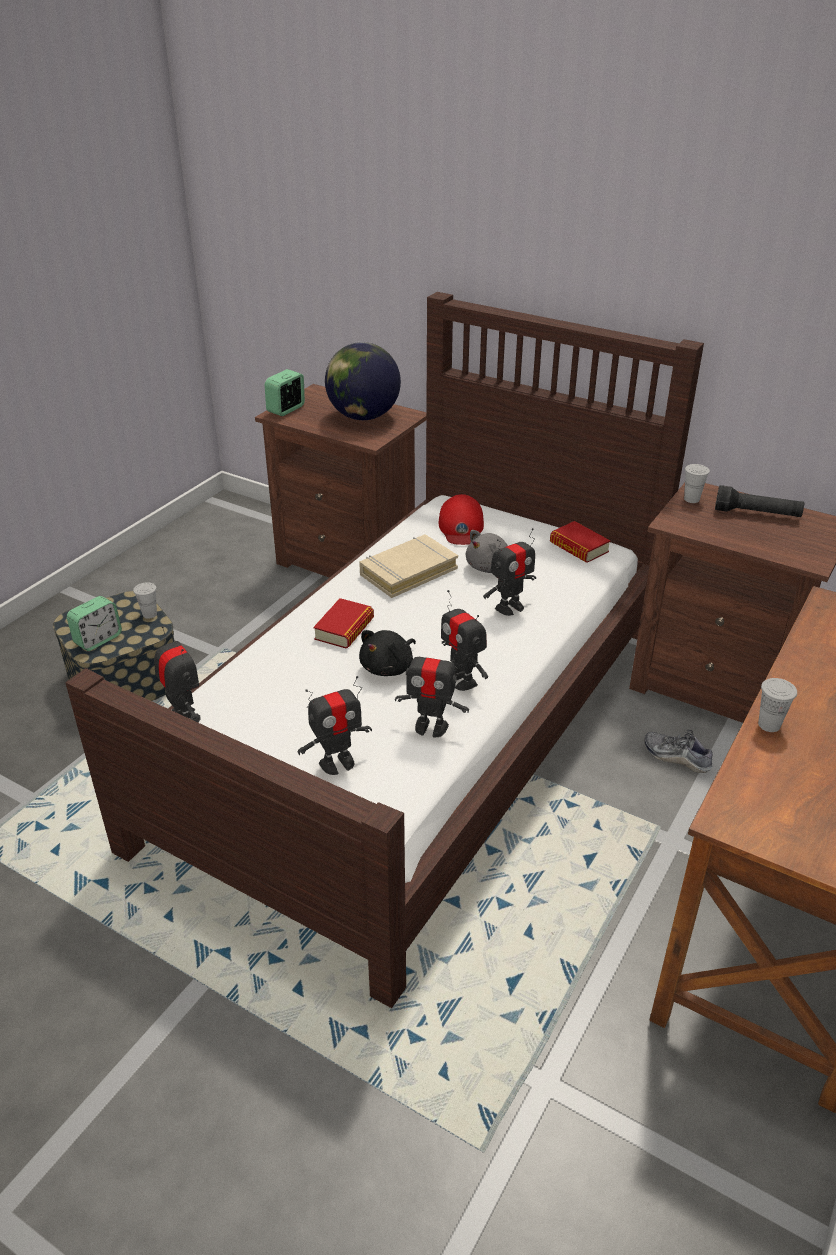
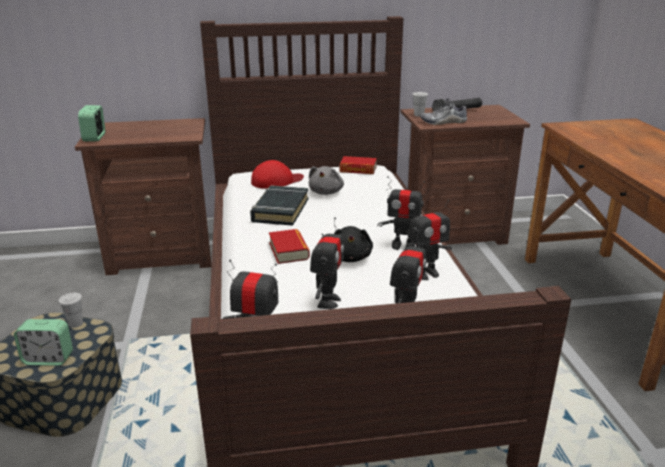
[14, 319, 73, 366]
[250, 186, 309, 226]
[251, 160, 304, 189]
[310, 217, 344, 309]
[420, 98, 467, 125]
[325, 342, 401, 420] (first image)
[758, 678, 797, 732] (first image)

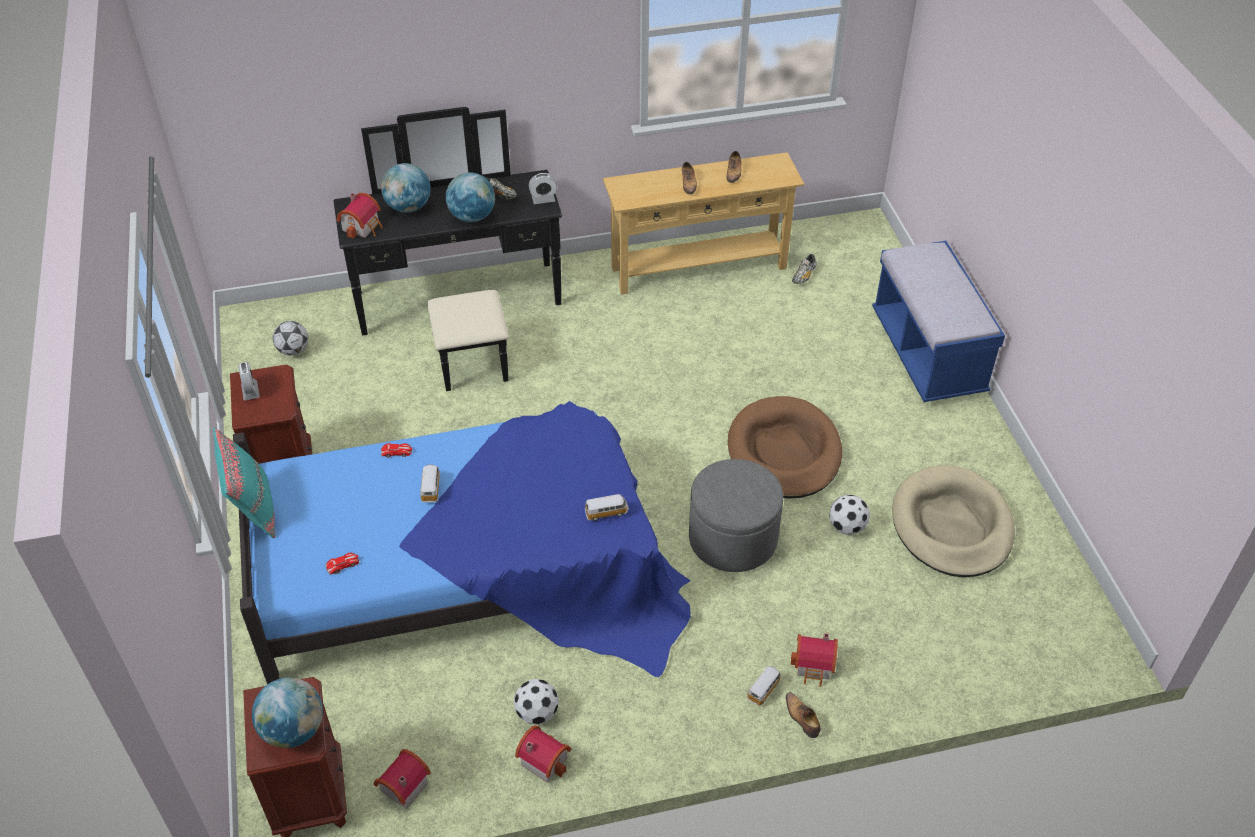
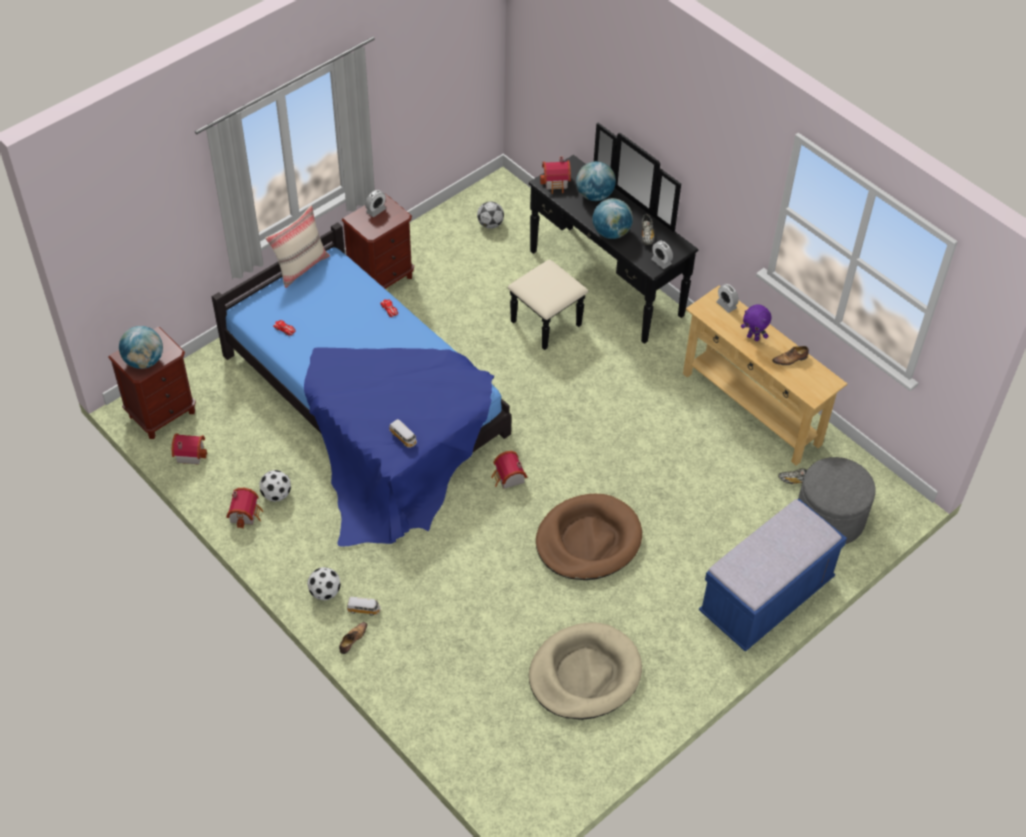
[265, 205, 330, 288]
[307, 567, 341, 600]
[491, 451, 527, 489]
[716, 284, 739, 313]
[741, 304, 772, 341]
[798, 457, 876, 544]
[420, 465, 440, 502] (first image)

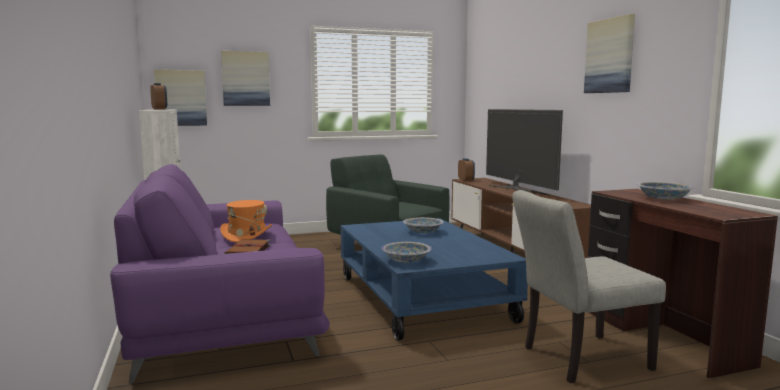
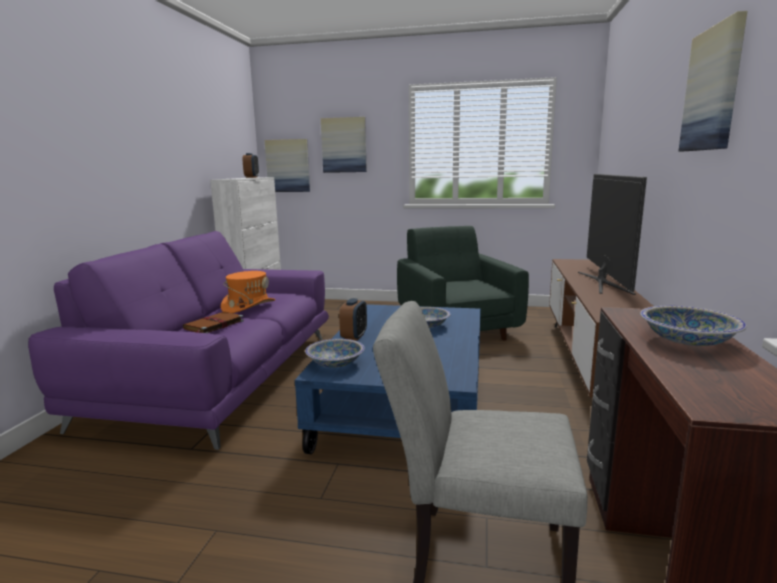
[339, 298, 367, 341]

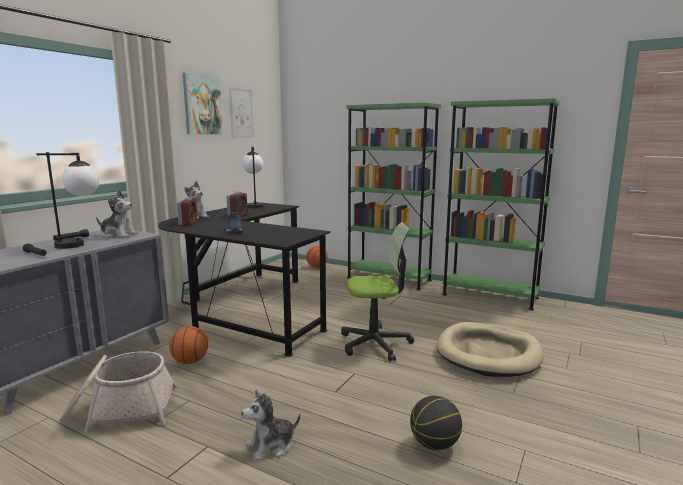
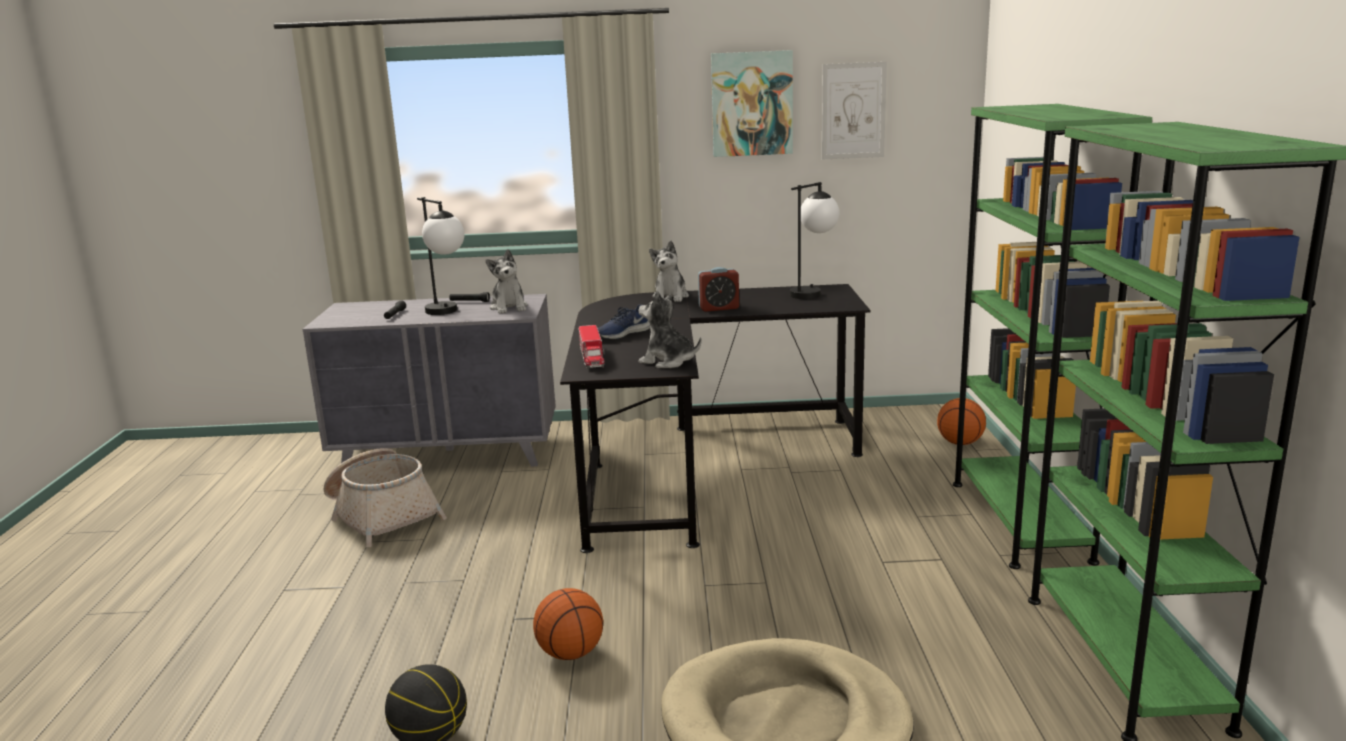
[533, 588, 603, 660]
[579, 325, 605, 369]
[638, 291, 702, 368]
[177, 197, 197, 225] (first image)
[341, 222, 414, 361] (first image)

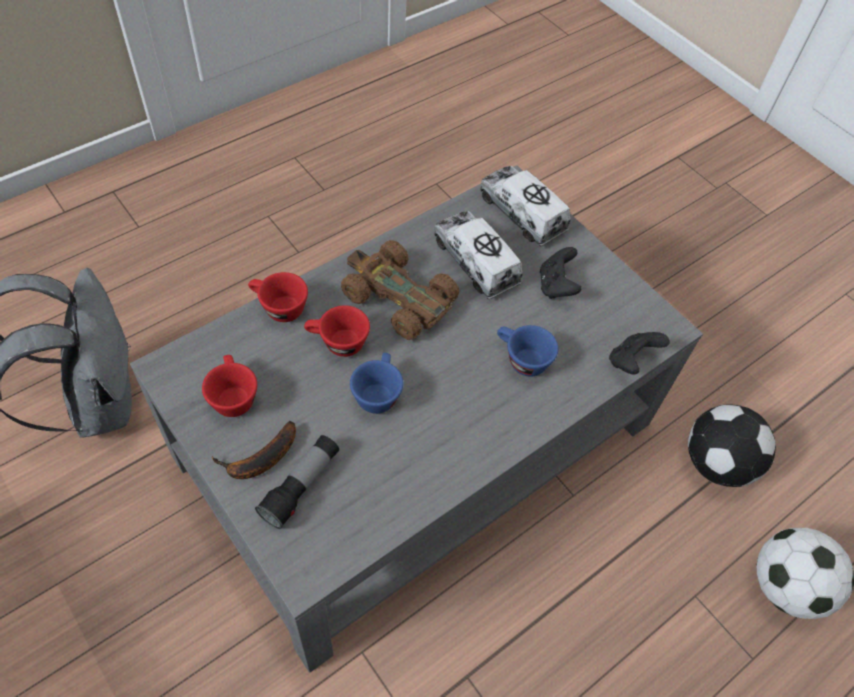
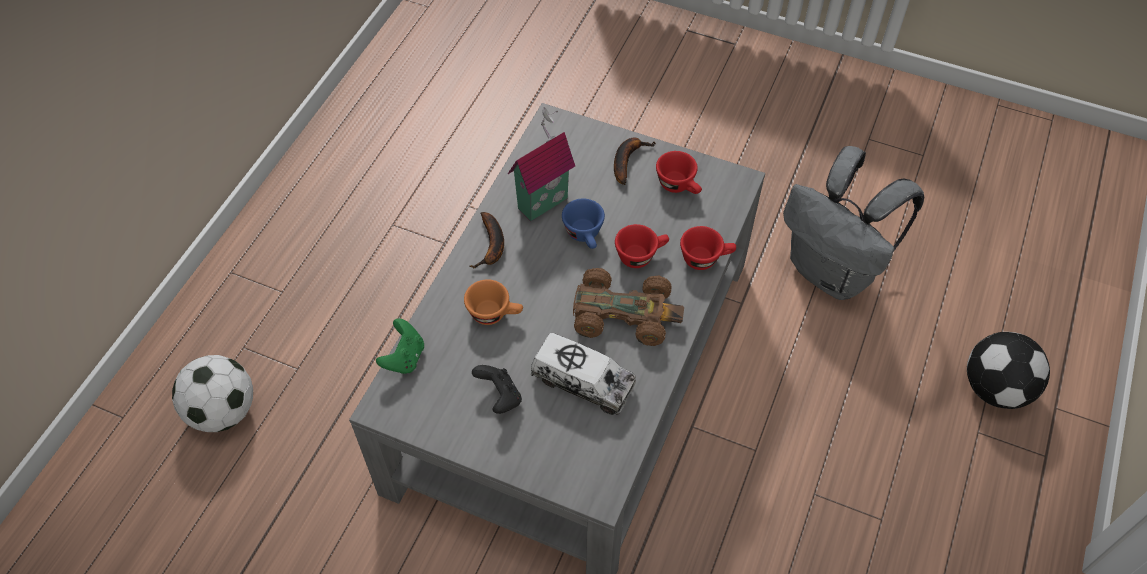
[376, 318, 424, 374]
[464, 279, 523, 325]
[469, 212, 504, 268]
[508, 107, 575, 221]
[967, 332, 1050, 409]
[255, 435, 339, 529] (first image)
[480, 166, 571, 246] (first image)

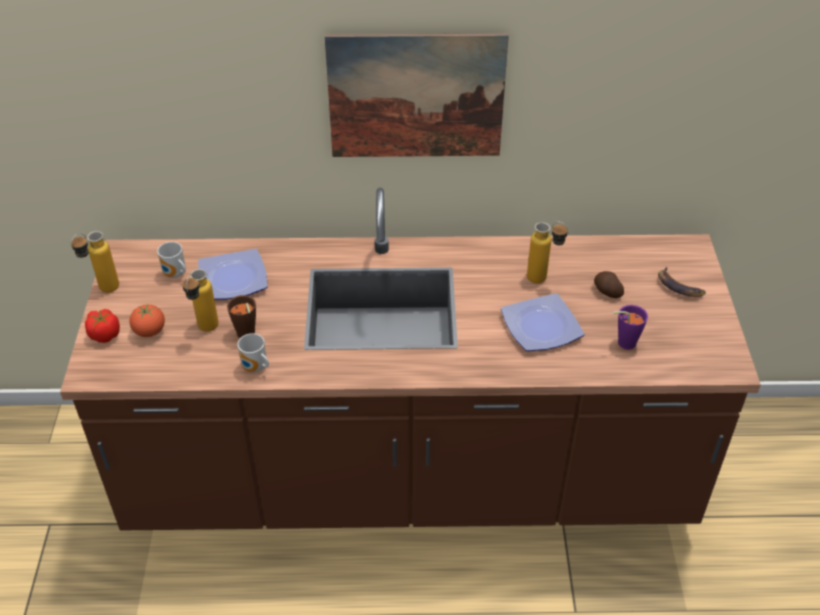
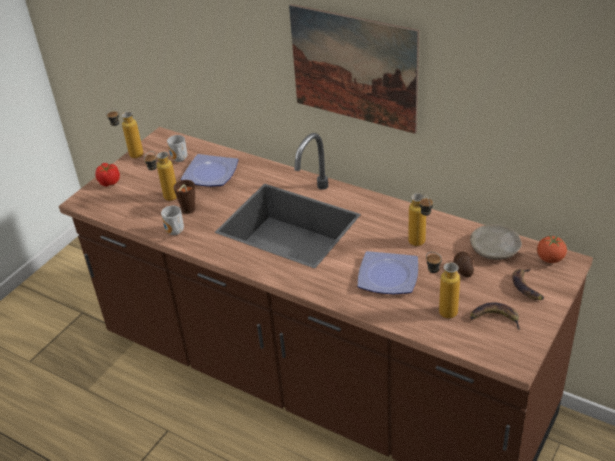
[426, 252, 460, 319]
[470, 224, 522, 260]
[470, 302, 520, 330]
[537, 236, 567, 263]

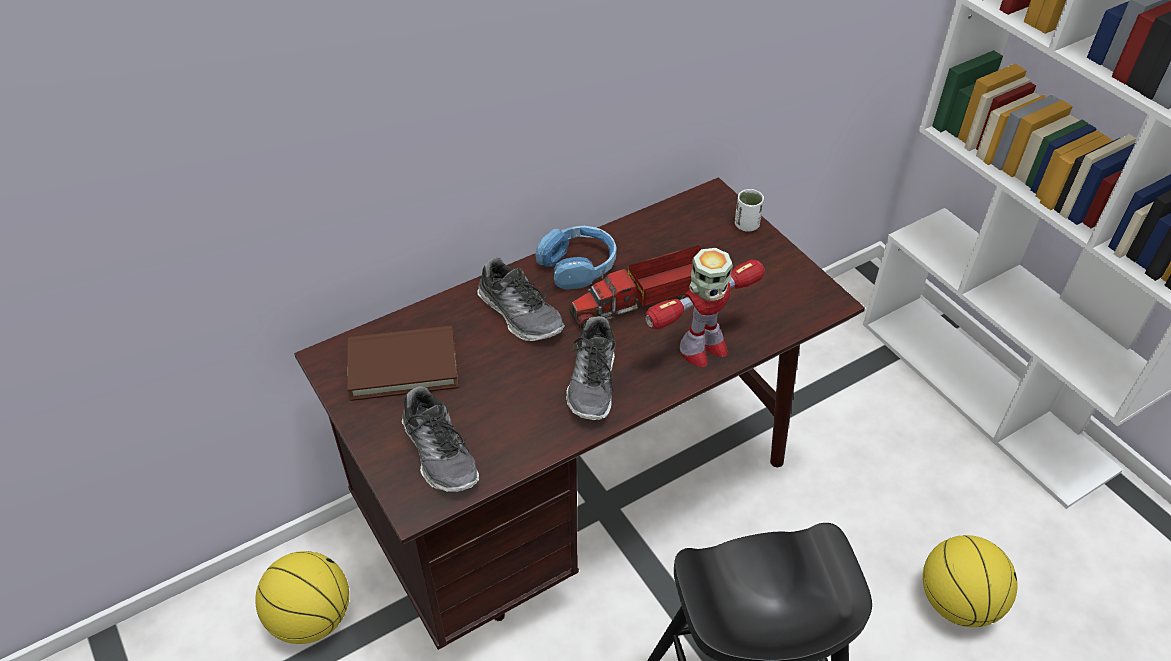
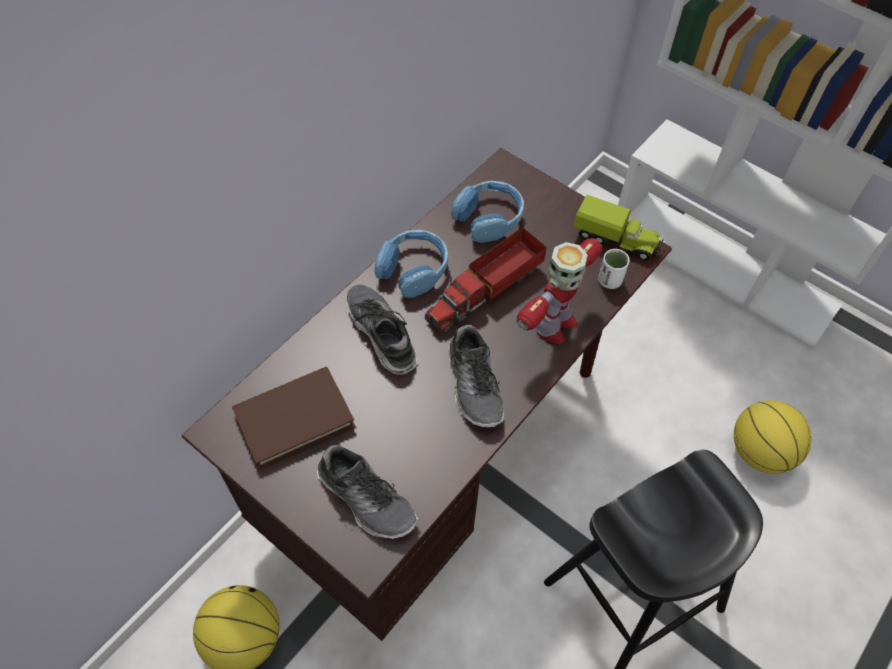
[346, 285, 417, 375]
[451, 181, 524, 243]
[573, 194, 664, 261]
[598, 249, 630, 289]

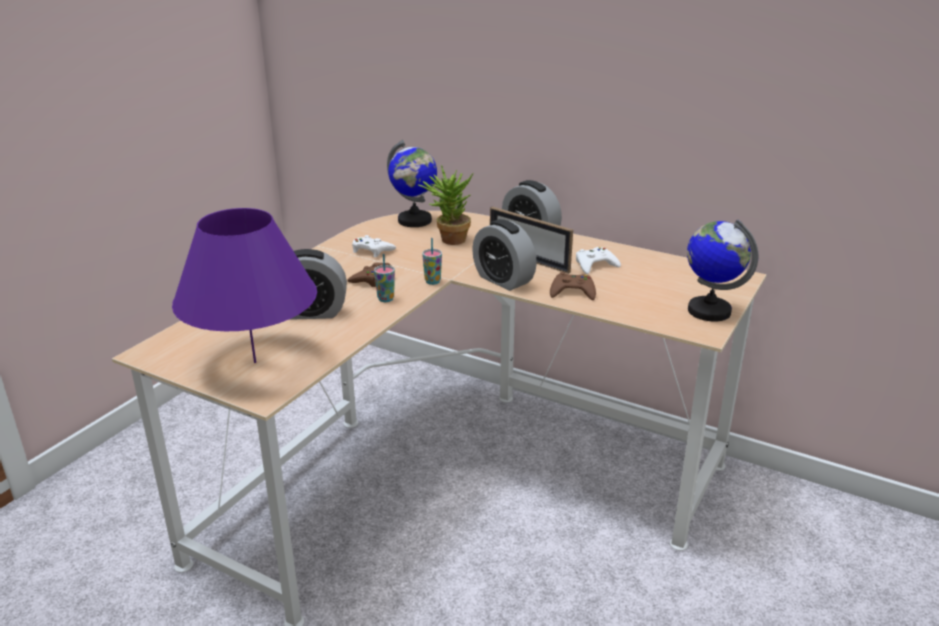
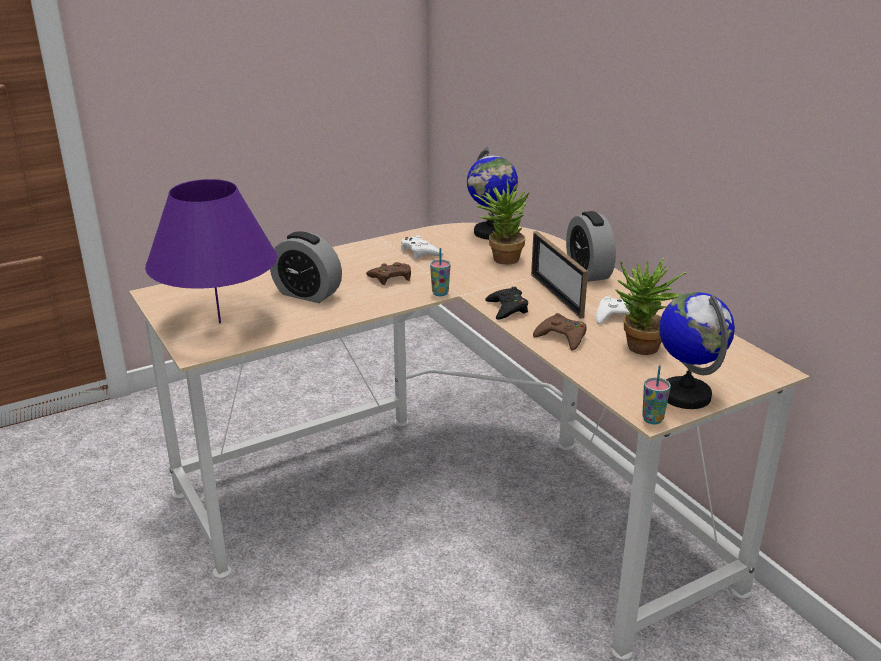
[485, 287, 528, 320]
[615, 257, 688, 355]
[642, 365, 671, 424]

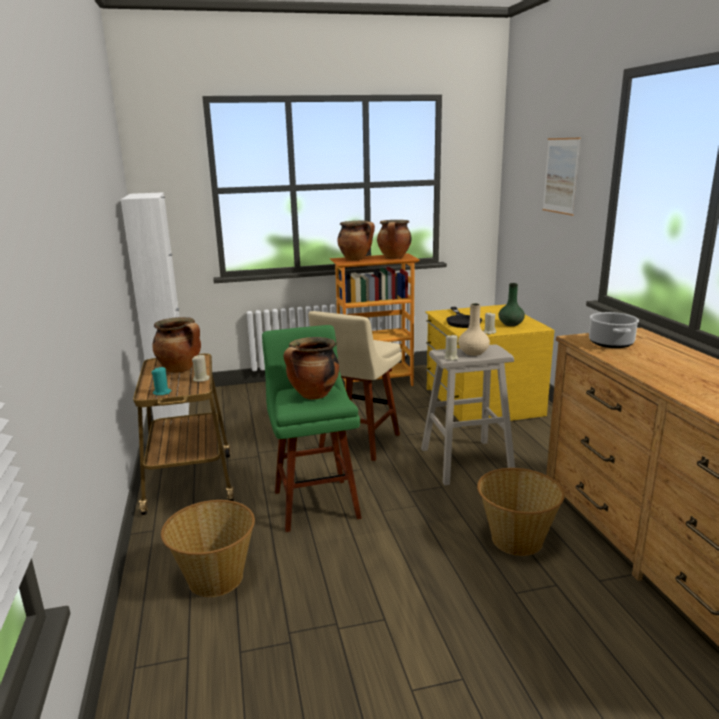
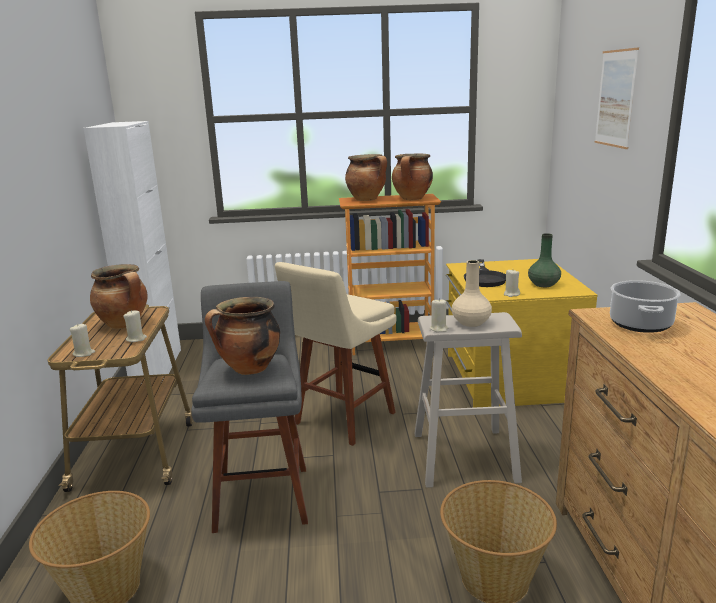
[70, 323, 95, 357]
[191, 281, 308, 533]

